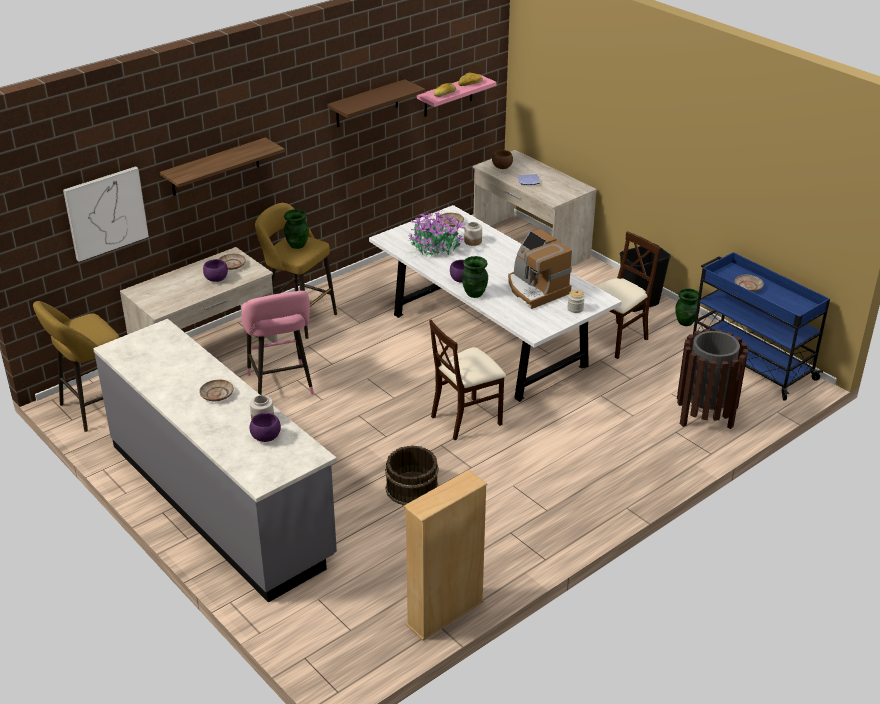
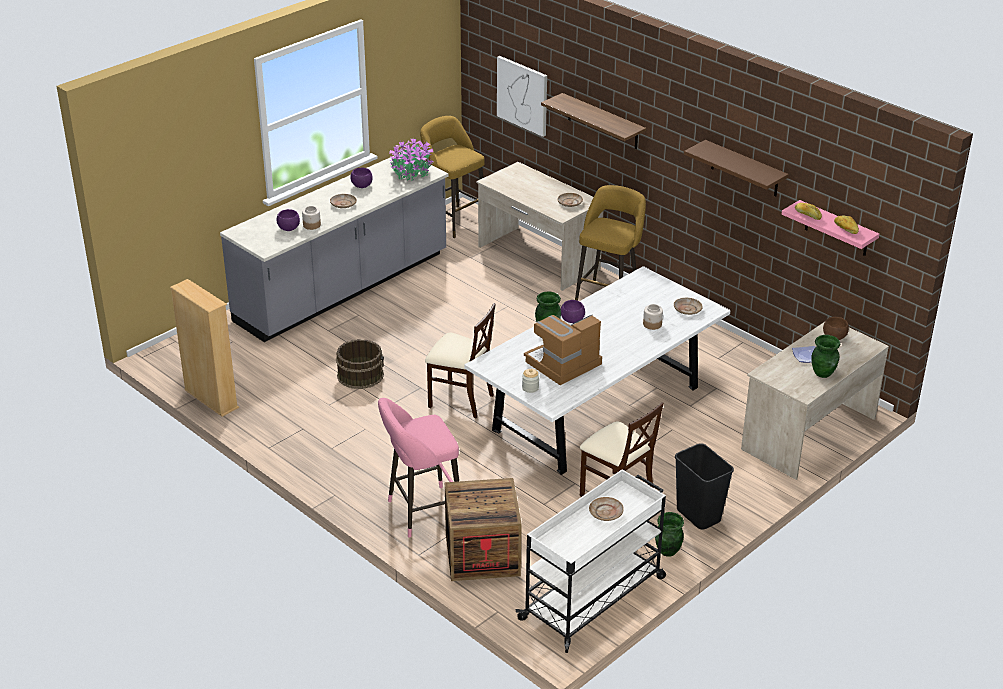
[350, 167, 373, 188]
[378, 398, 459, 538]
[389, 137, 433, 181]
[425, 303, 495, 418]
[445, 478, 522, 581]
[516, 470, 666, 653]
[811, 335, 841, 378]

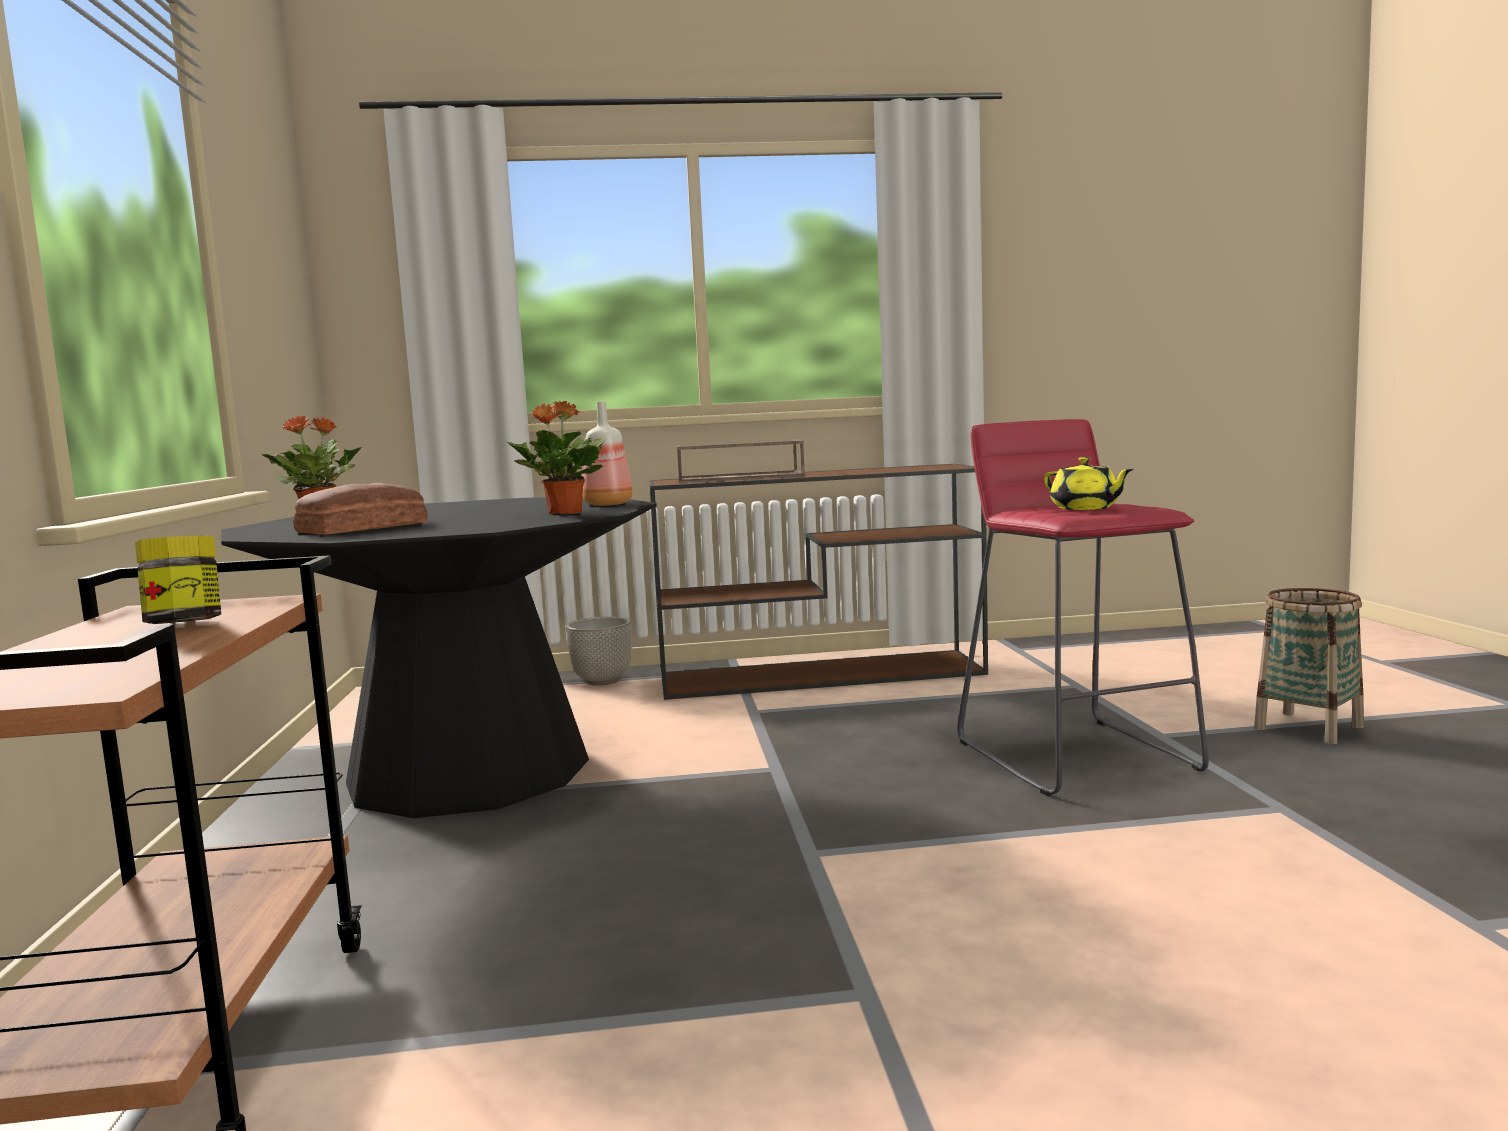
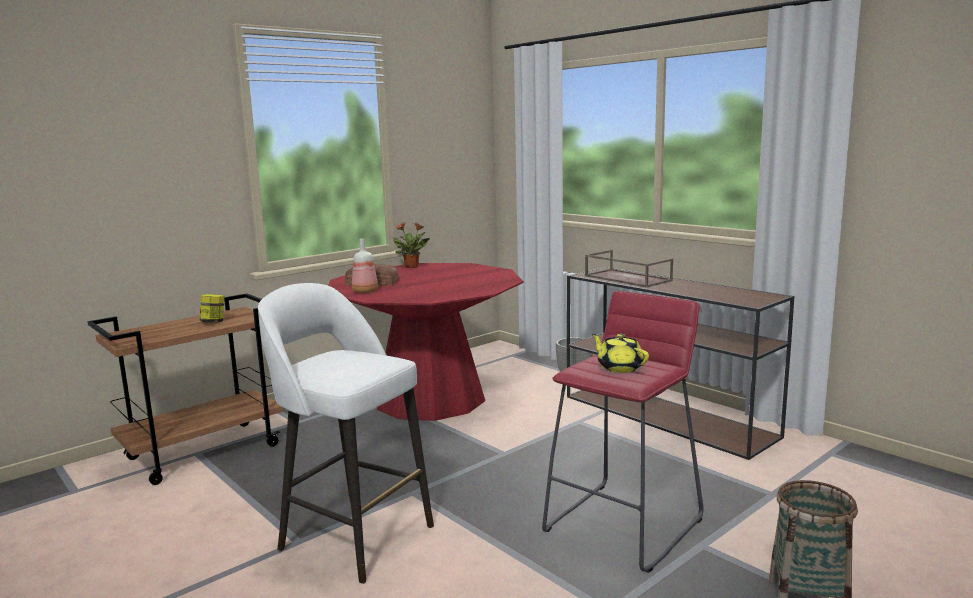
[258, 283, 434, 584]
[328, 263, 524, 421]
[352, 239, 378, 293]
[592, 334, 649, 373]
[507, 401, 605, 514] (first image)

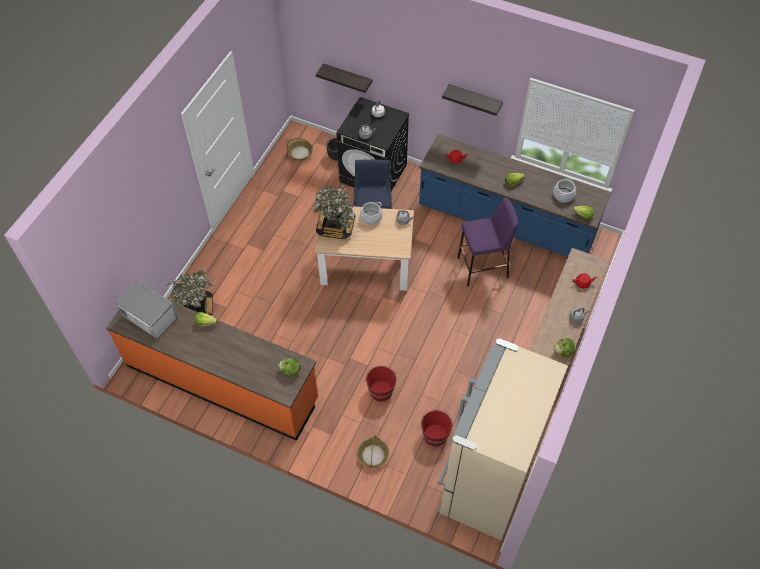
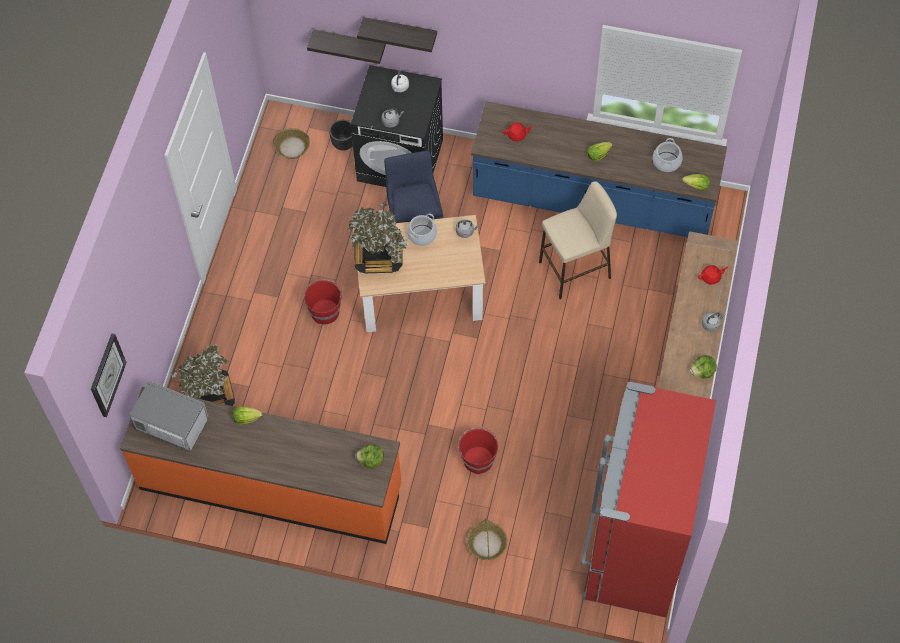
[91, 333, 127, 417]
[304, 279, 342, 324]
[357, 17, 437, 52]
[539, 181, 617, 299]
[581, 382, 716, 618]

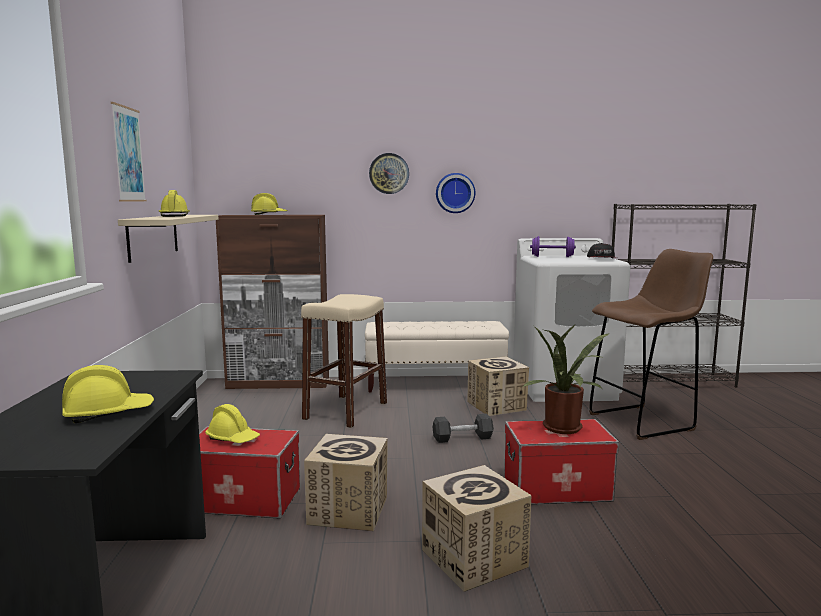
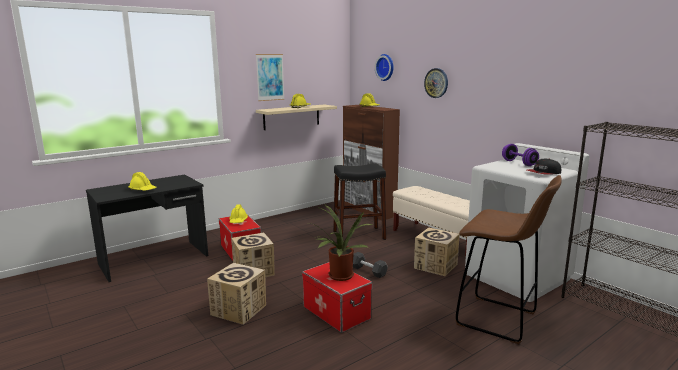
[333, 163, 386, 240]
[375, 54, 394, 81]

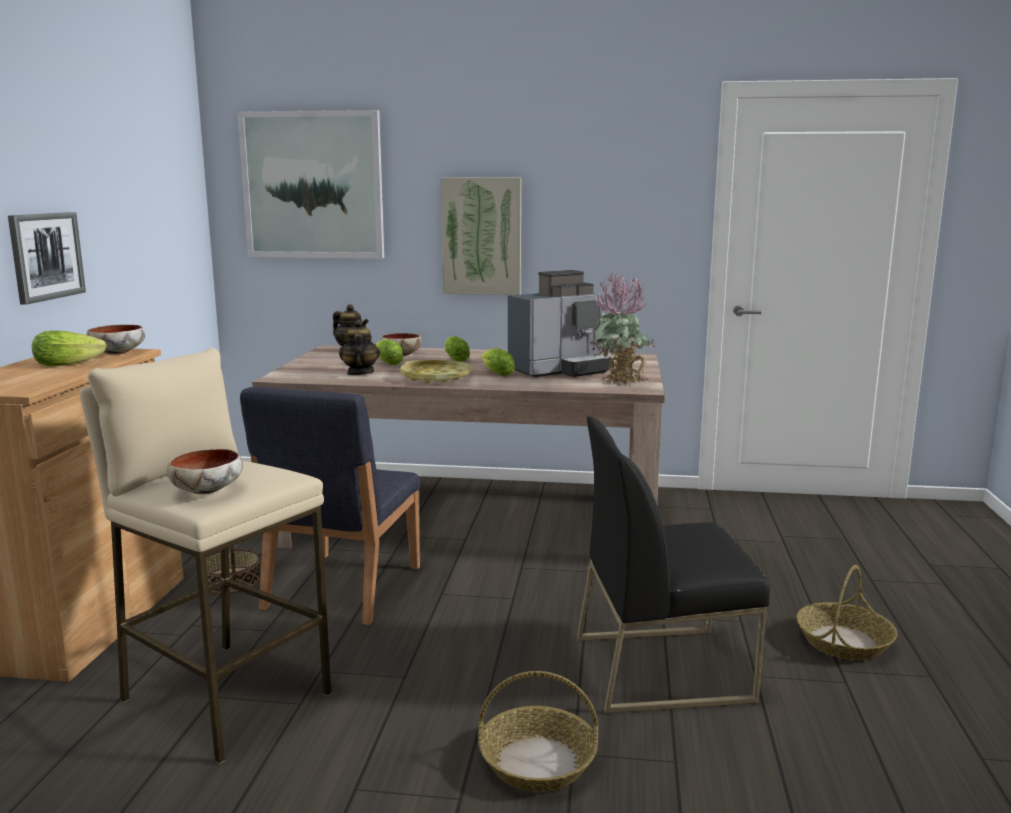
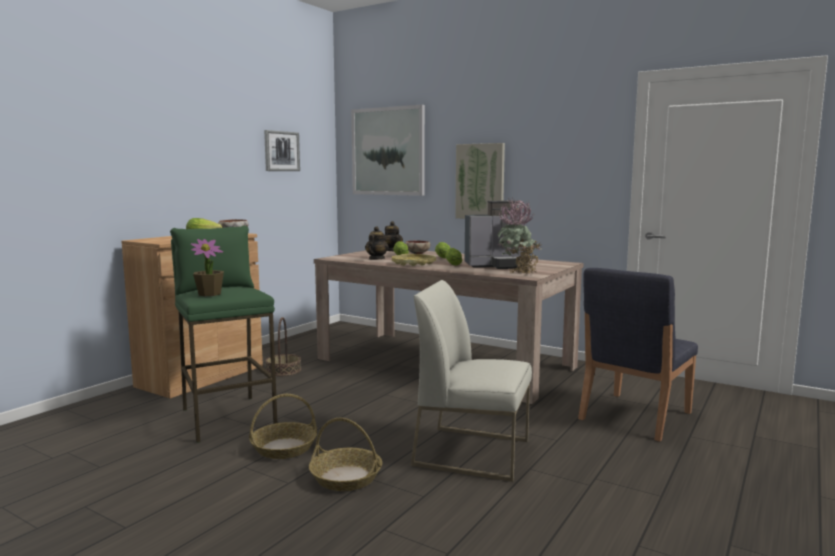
[170, 226, 277, 443]
[191, 239, 224, 296]
[249, 394, 317, 459]
[264, 130, 300, 171]
[411, 280, 532, 482]
[578, 268, 698, 442]

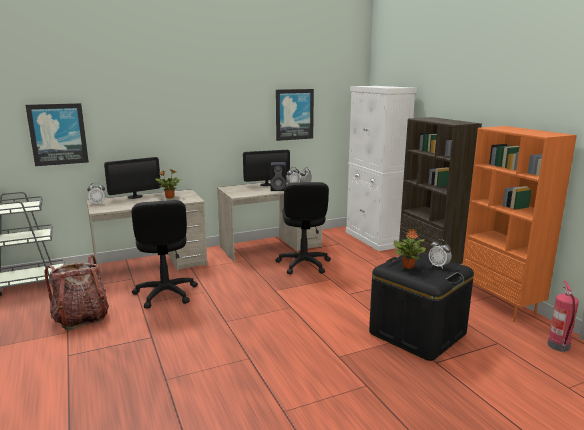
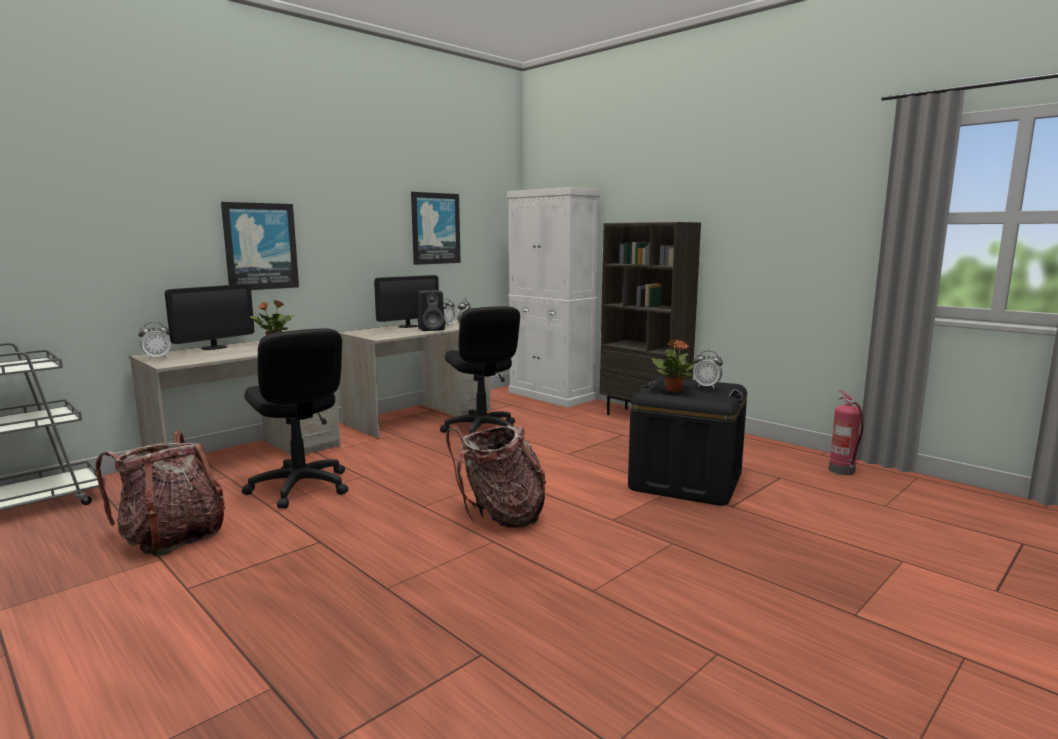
[221, 202, 299, 290]
[446, 425, 546, 528]
[462, 126, 577, 322] (first image)

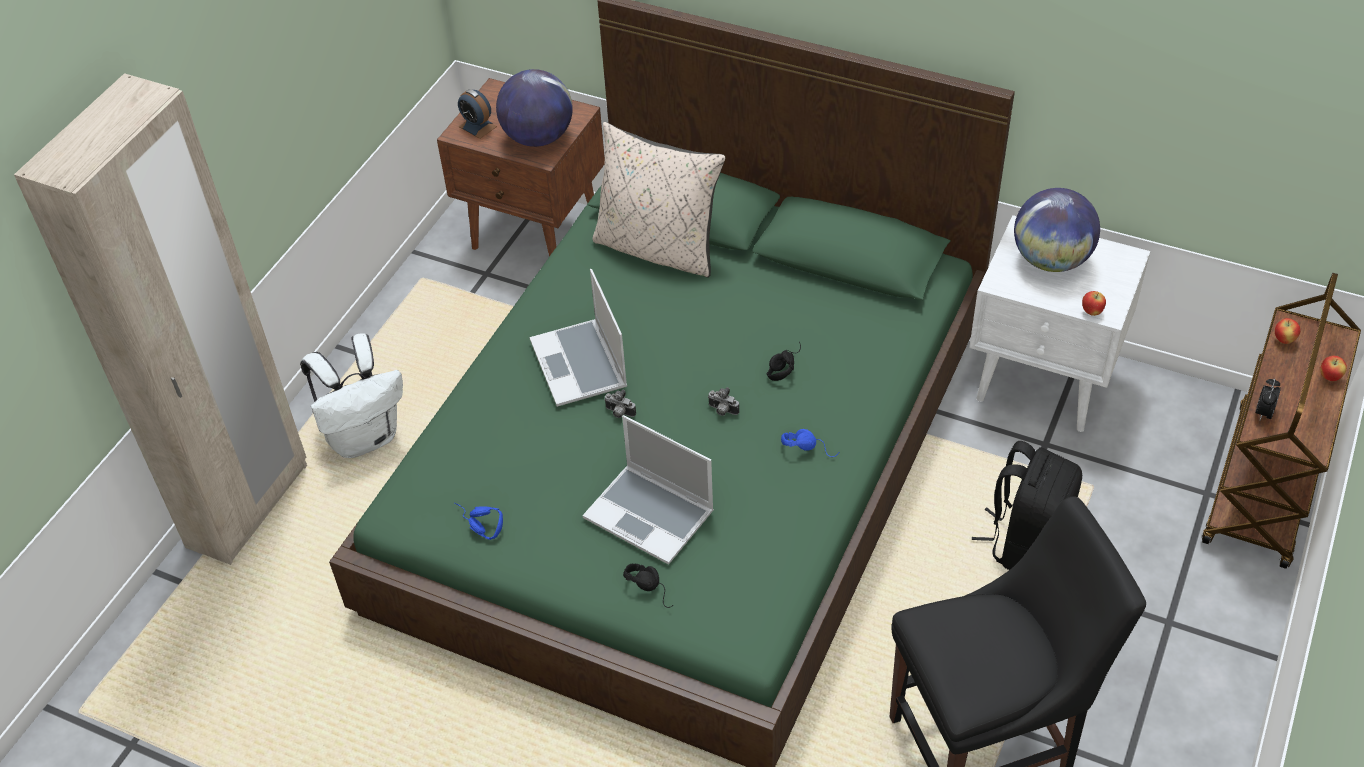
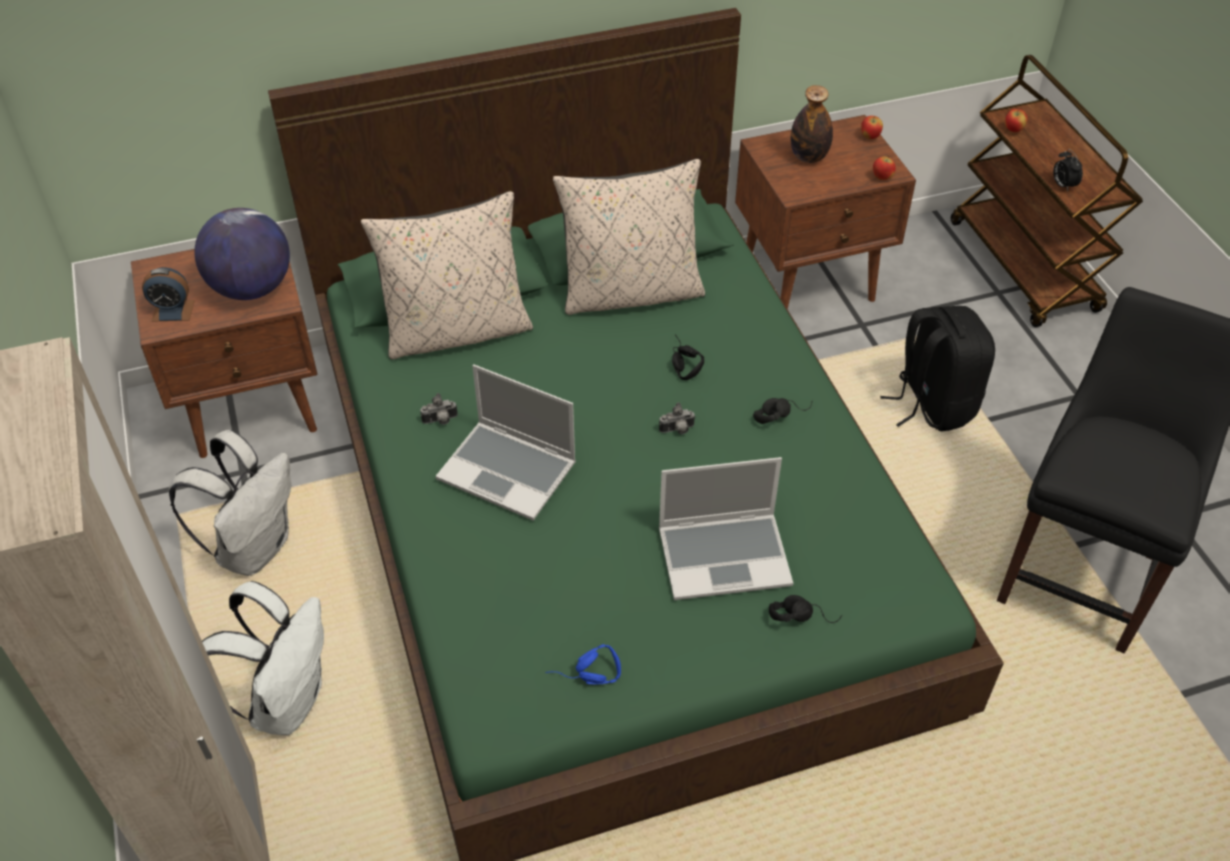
[169, 430, 291, 576]
[420, 393, 458, 425]
[553, 159, 705, 315]
[735, 115, 916, 309]
[753, 398, 812, 424]
[791, 85, 833, 163]
[861, 116, 883, 139]

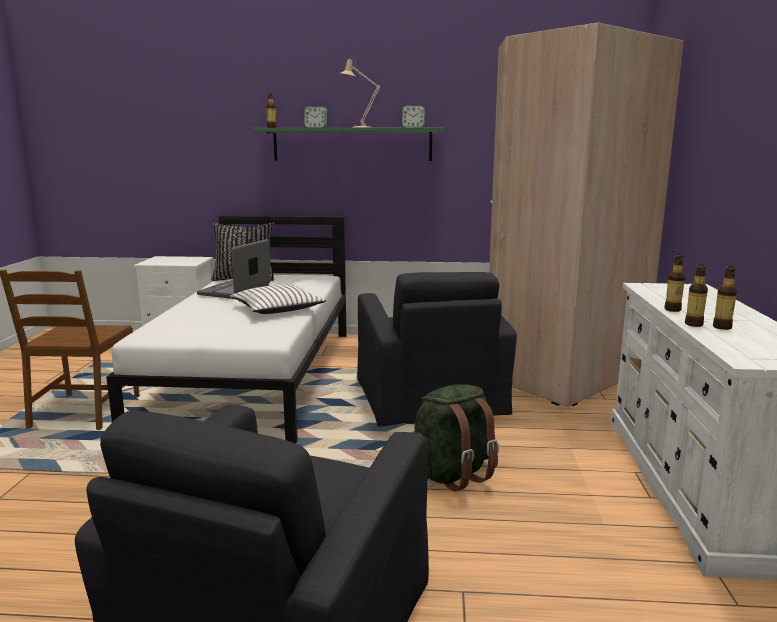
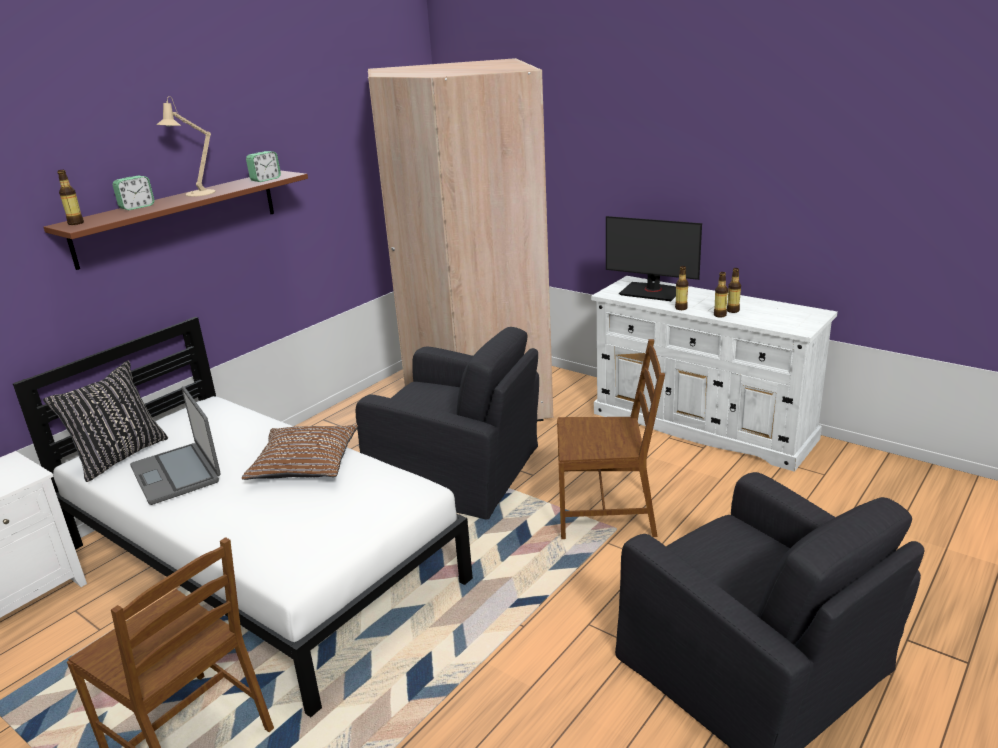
[44, 170, 308, 270]
[242, 425, 358, 480]
[557, 339, 665, 539]
[606, 216, 702, 301]

